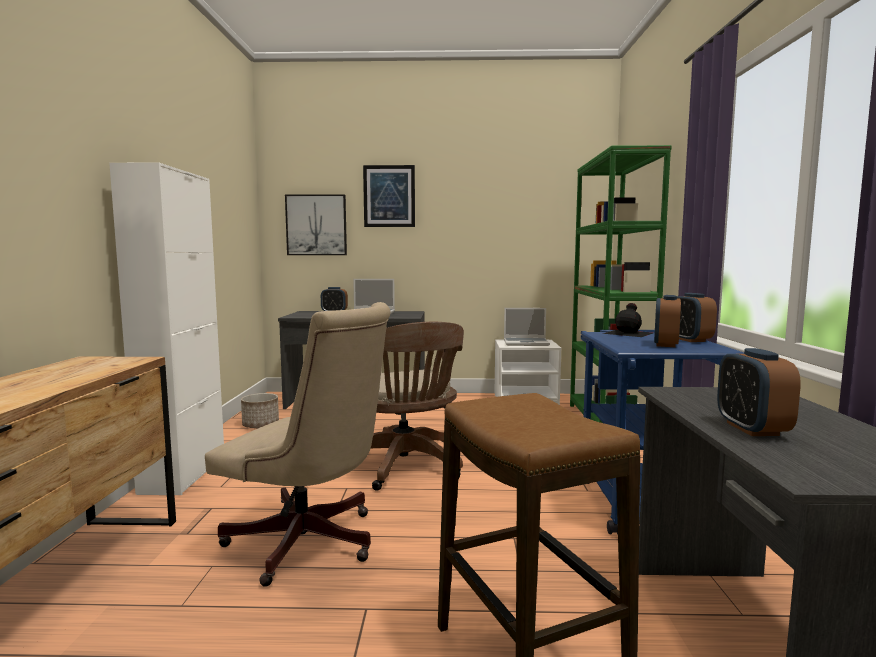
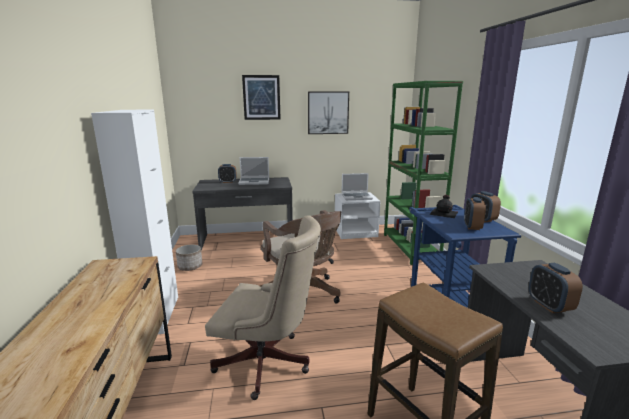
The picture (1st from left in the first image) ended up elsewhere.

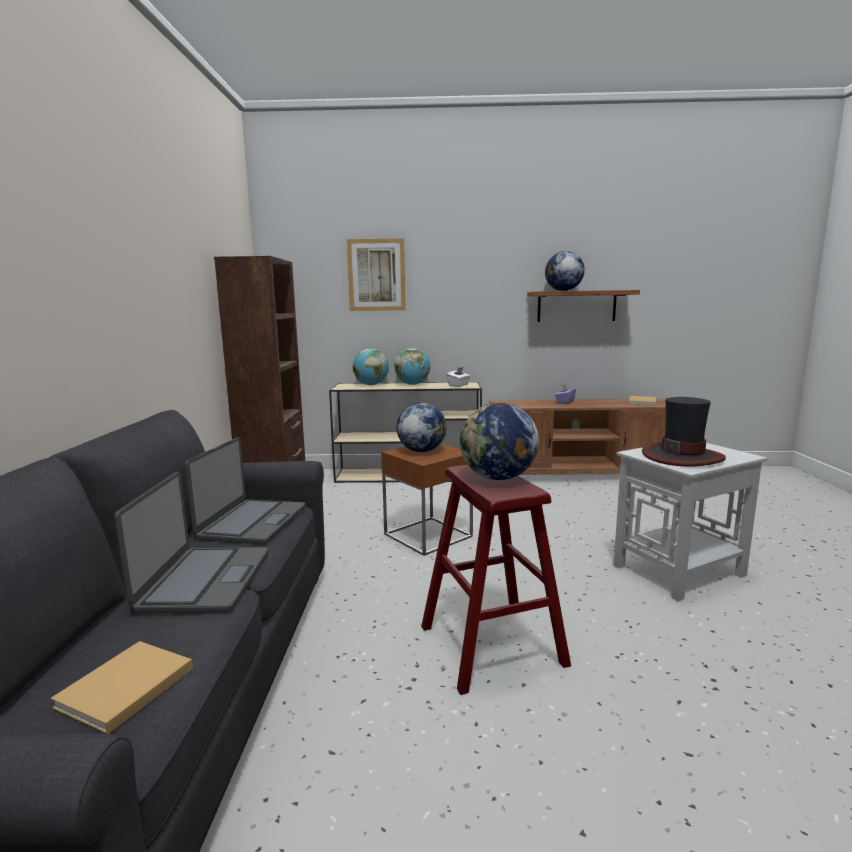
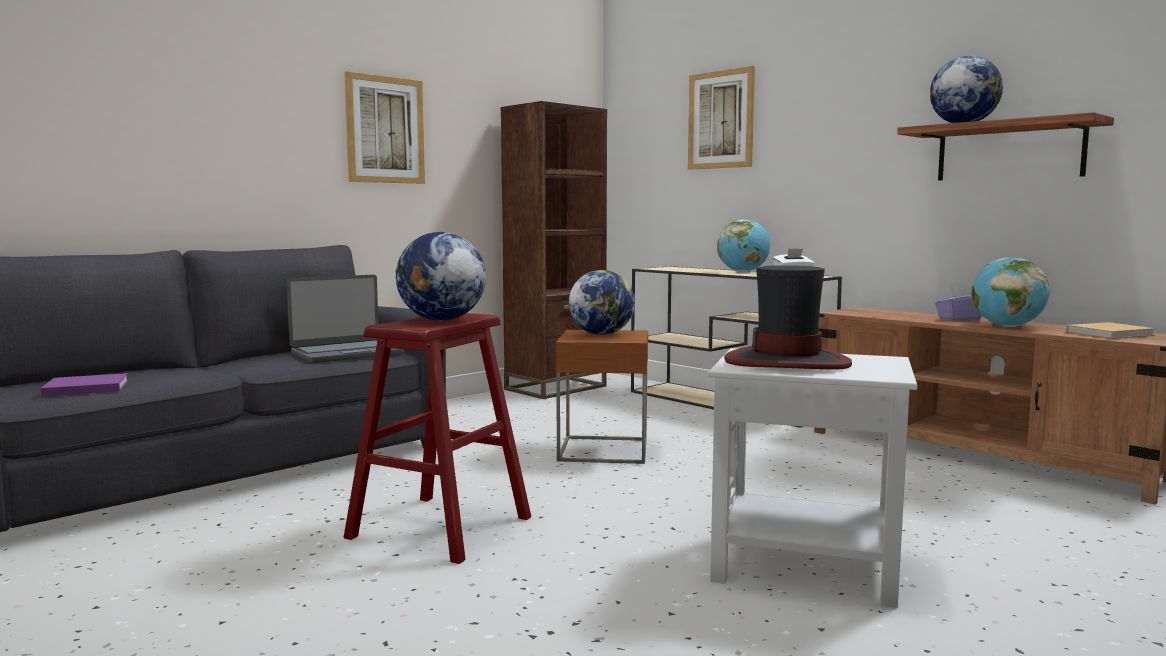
What was the book/beige (1st from left) turned into the book/purple. The second view gained the picture (1st from left). The globe (1st from left in the first image) ended up elsewhere. The second view lost the laptop (1st from left).

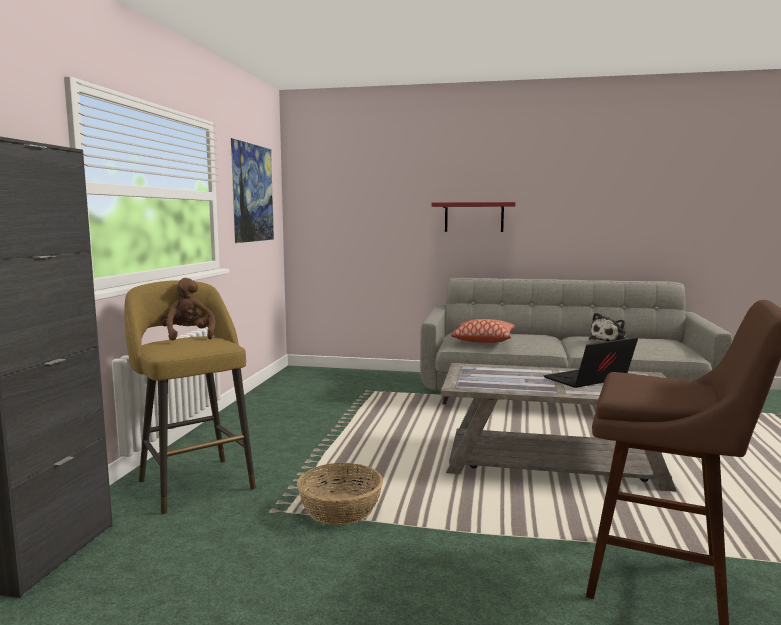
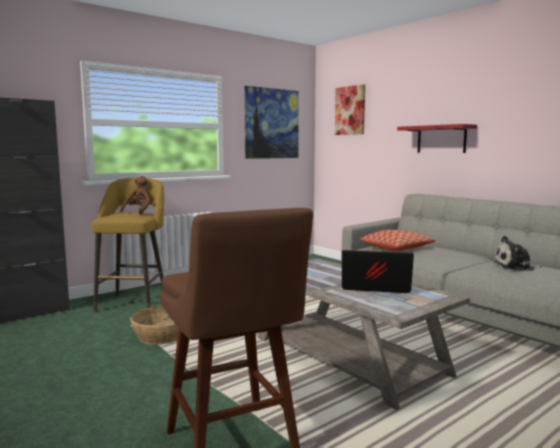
The second view gained the picture (2nd from left).

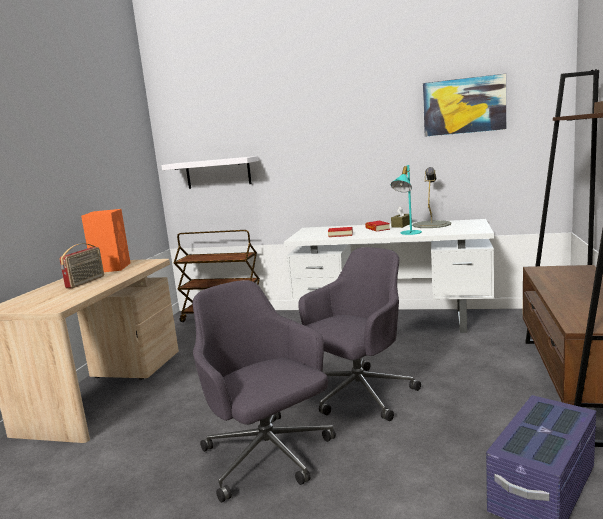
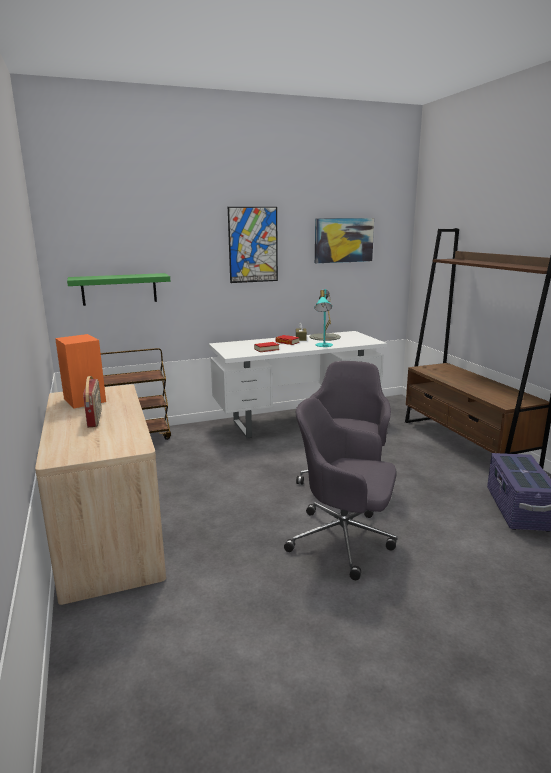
What was the shelf/white turned into the shelf/green. The second view gained the picture (1st from left).

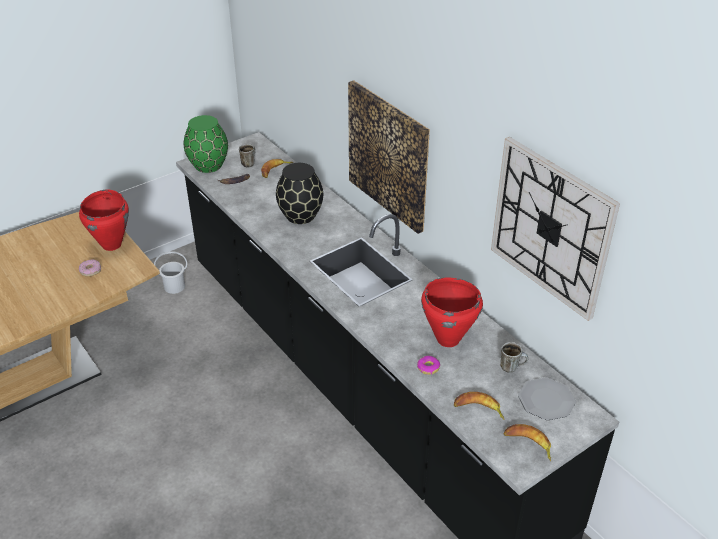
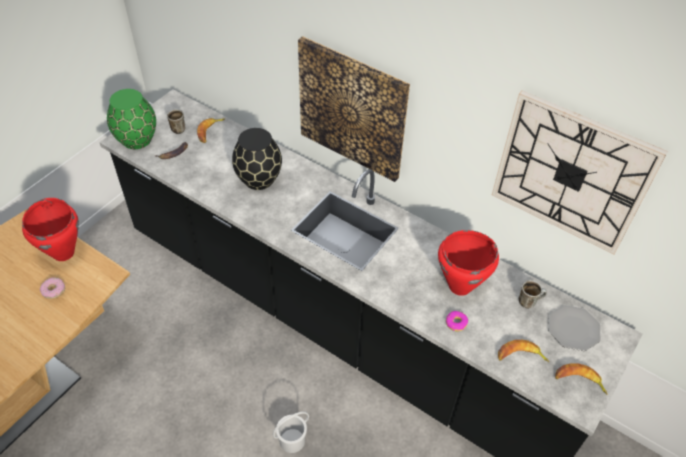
The bucket/white ended up elsewhere.

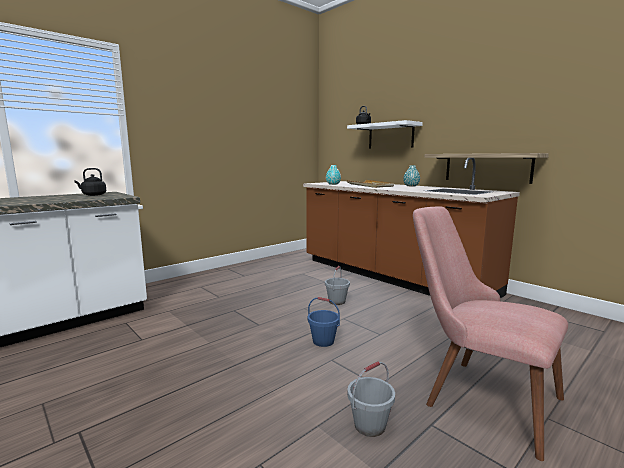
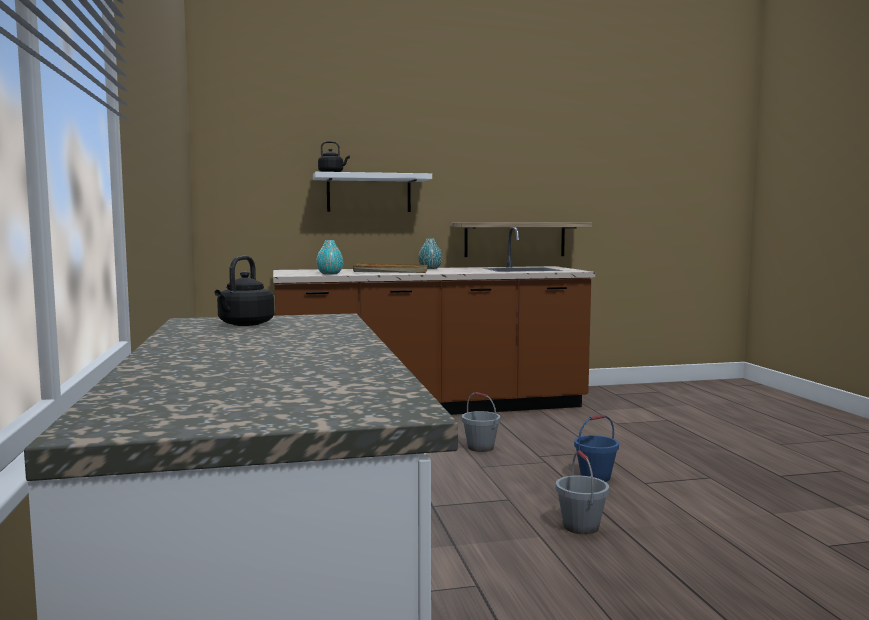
The bucket/grey (2nd from left) ended up elsewhere. The second view lost the chair/pink.

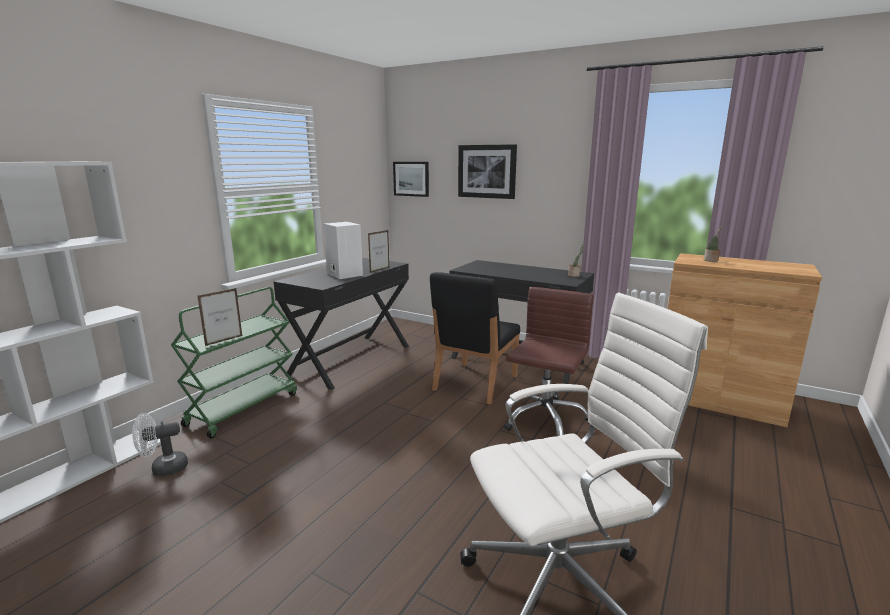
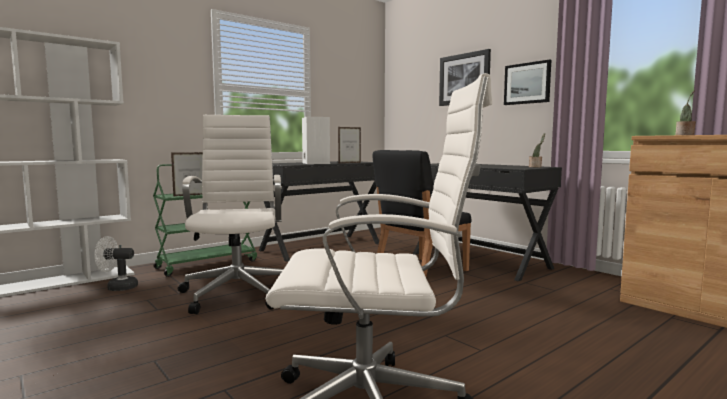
The second view gained the office chair/white (1st from left). The picture (1st from left in the first image) ended up elsewhere. The second view lost the office chair/brown.

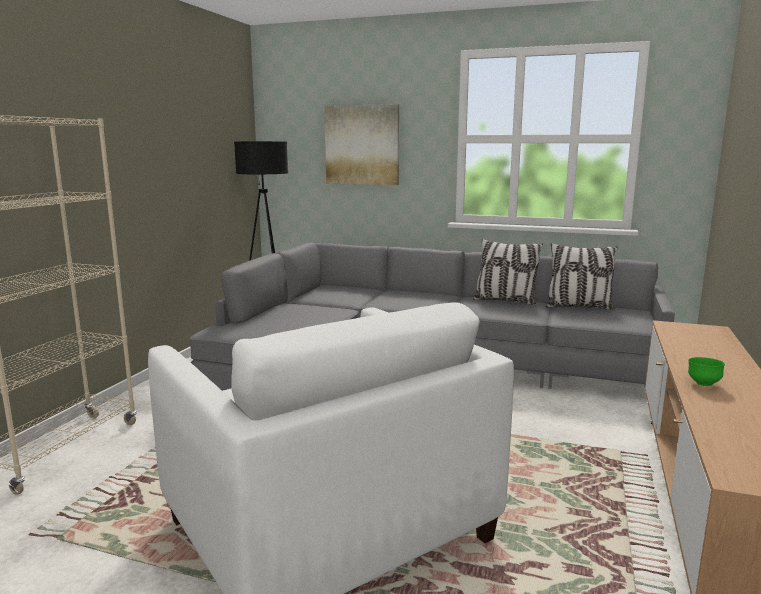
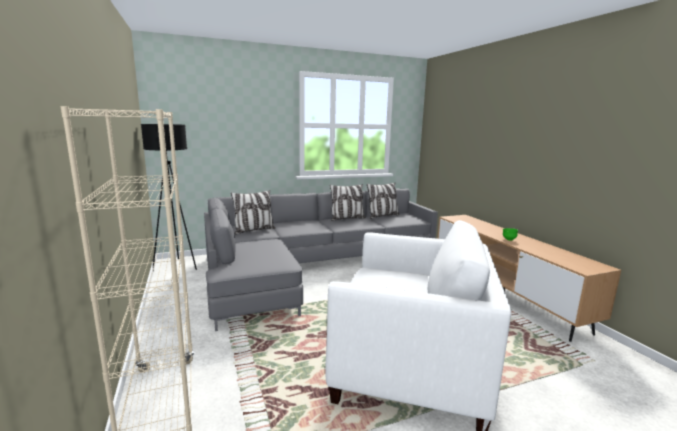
The second view gained the pillow (1st from left). The second view lost the picture.

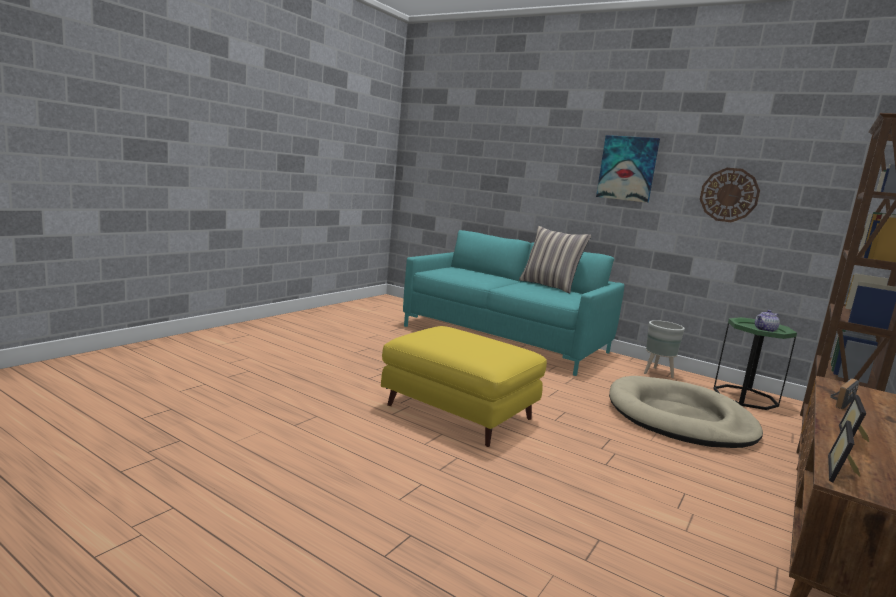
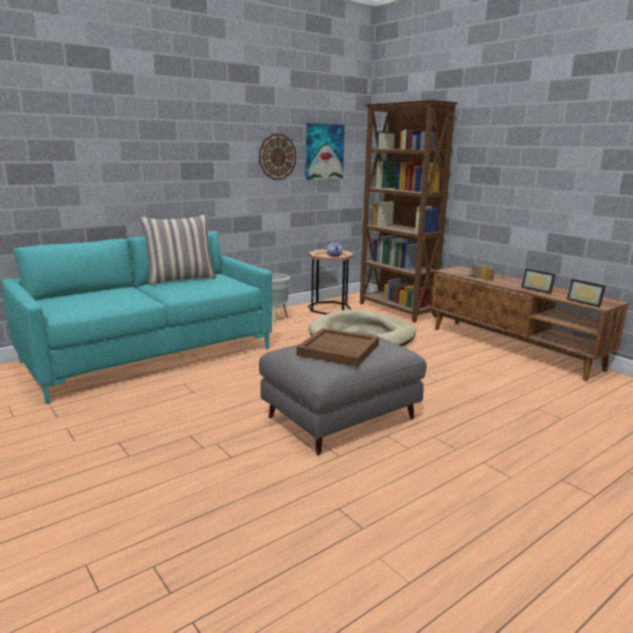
What was the ottoman/yellow turned into the ottoman/grey. The second view gained the tray/brown. The picture ended up elsewhere. What was the side table/green turned into the side table/brown.

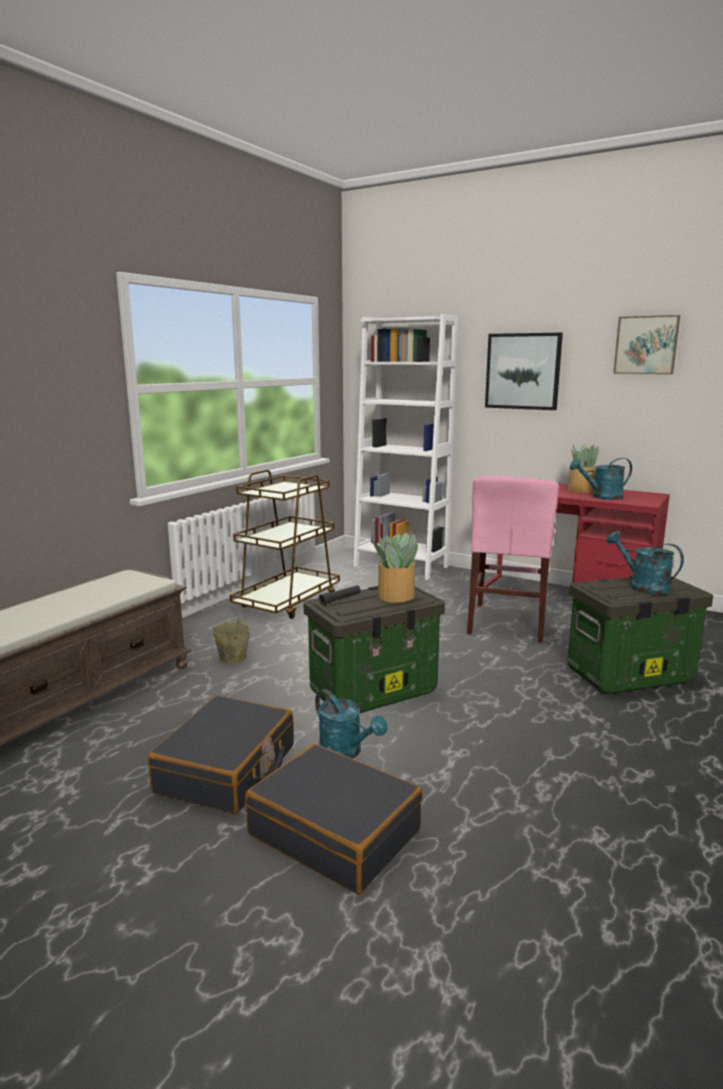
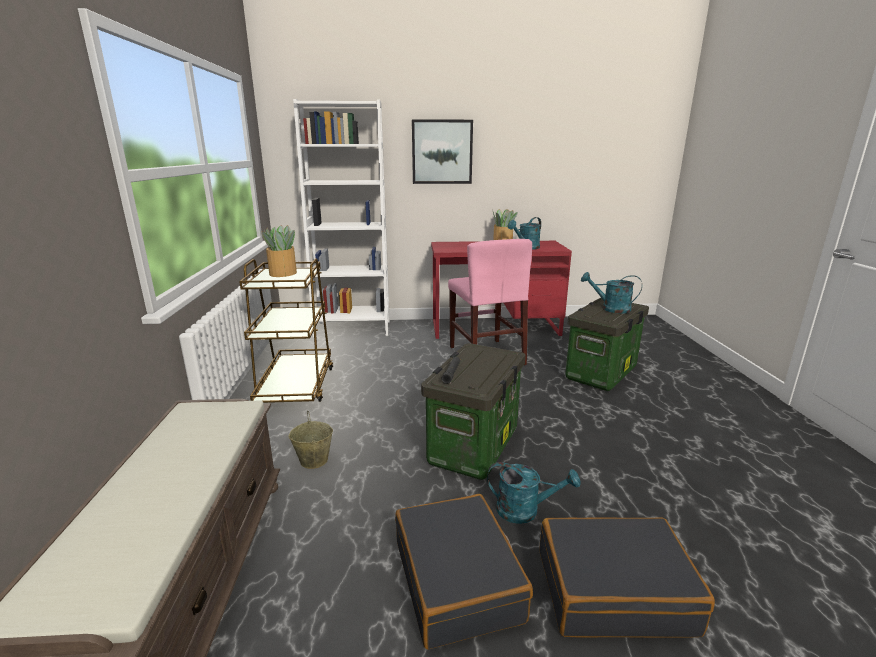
The potted plant (1st from left) ended up elsewhere. The second view lost the picture (2nd from left).

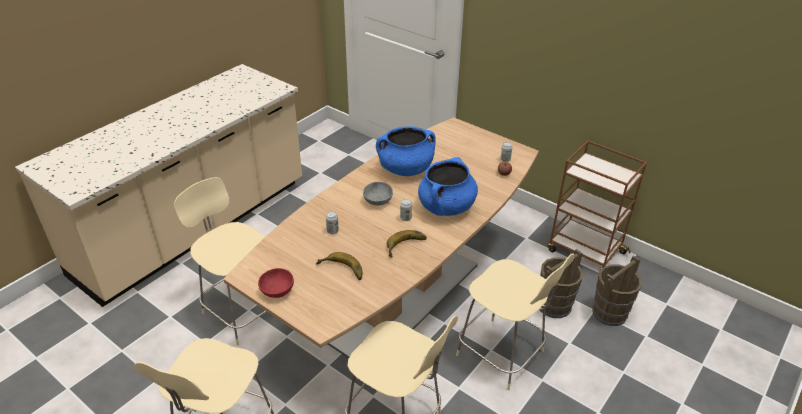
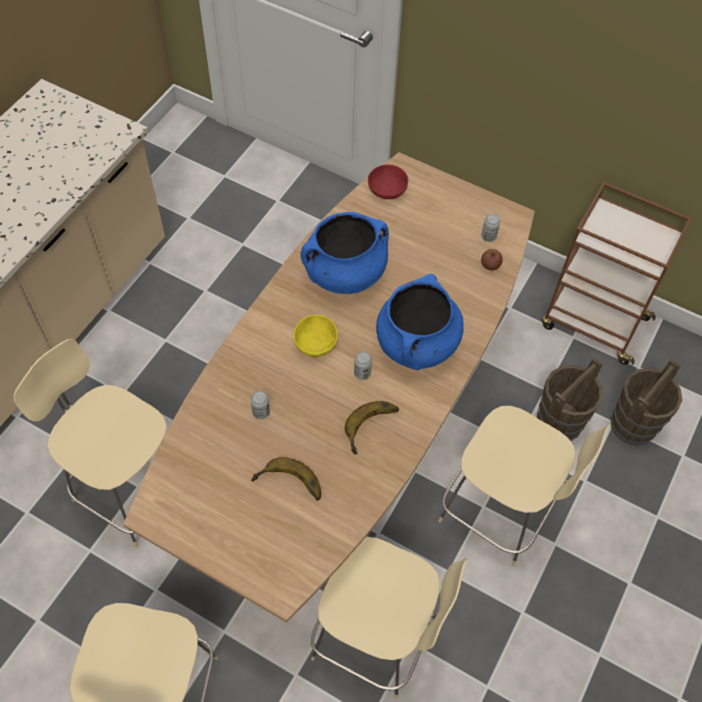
What was the bowl/grey turned into the bowl/yellow. The bowl/red ended up elsewhere.

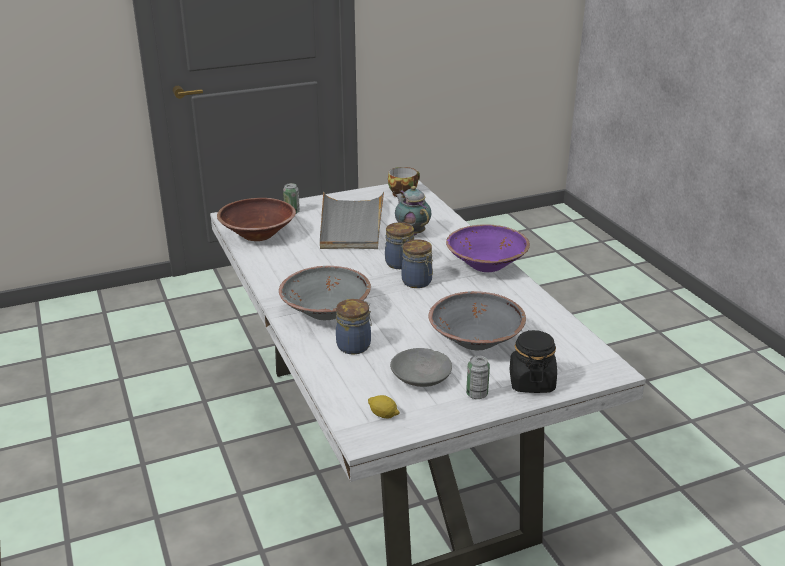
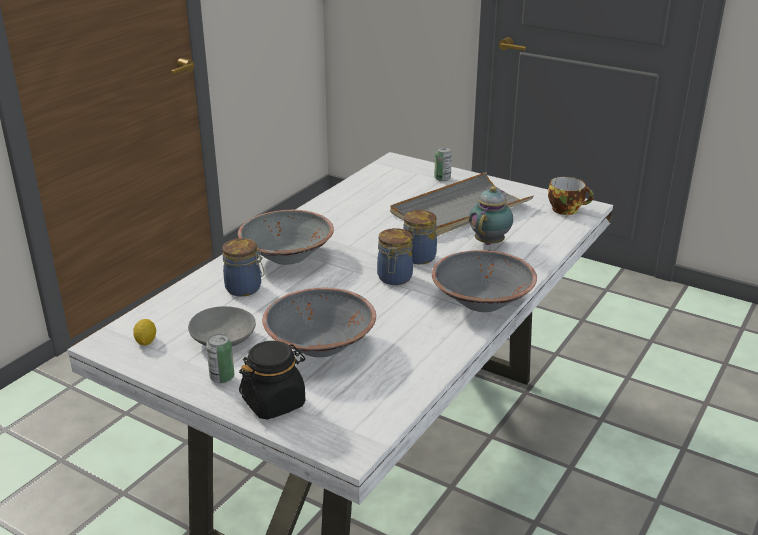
What was the bowl/purple turned into the bowl/grey (4th from left). The second view lost the bowl/brown.

